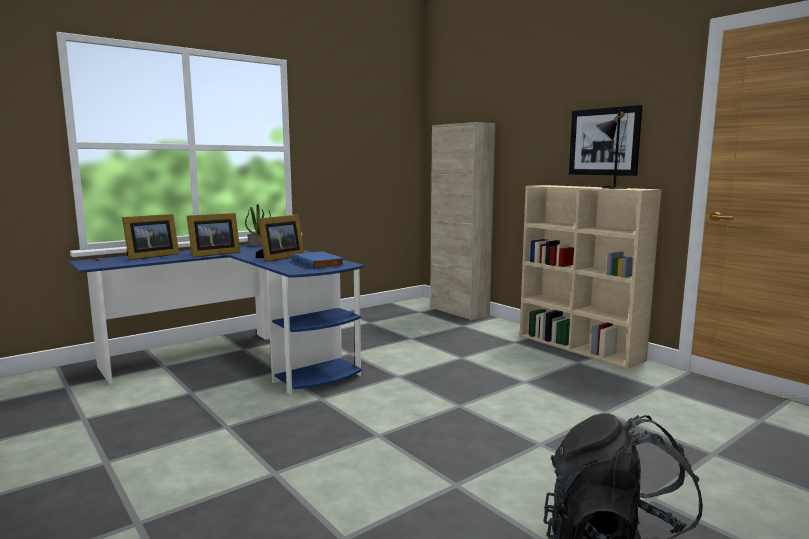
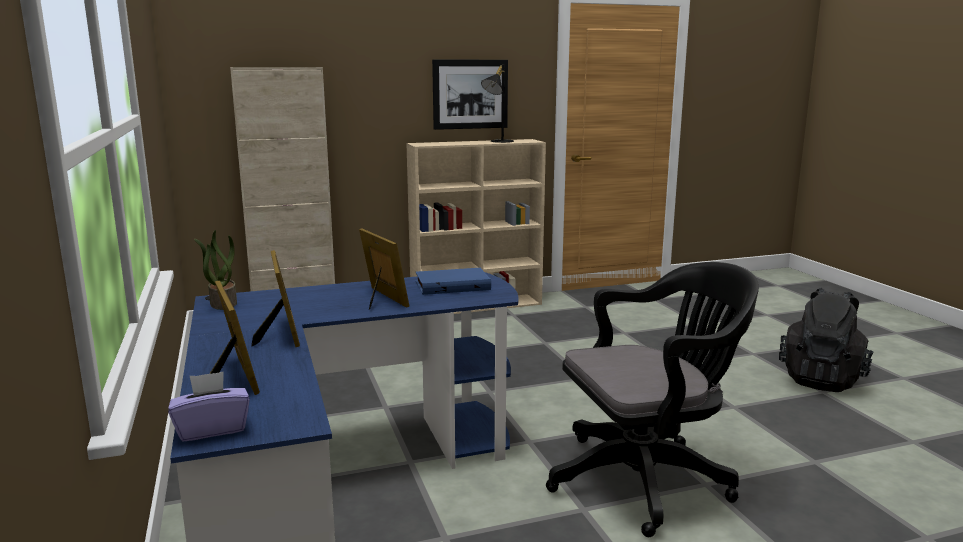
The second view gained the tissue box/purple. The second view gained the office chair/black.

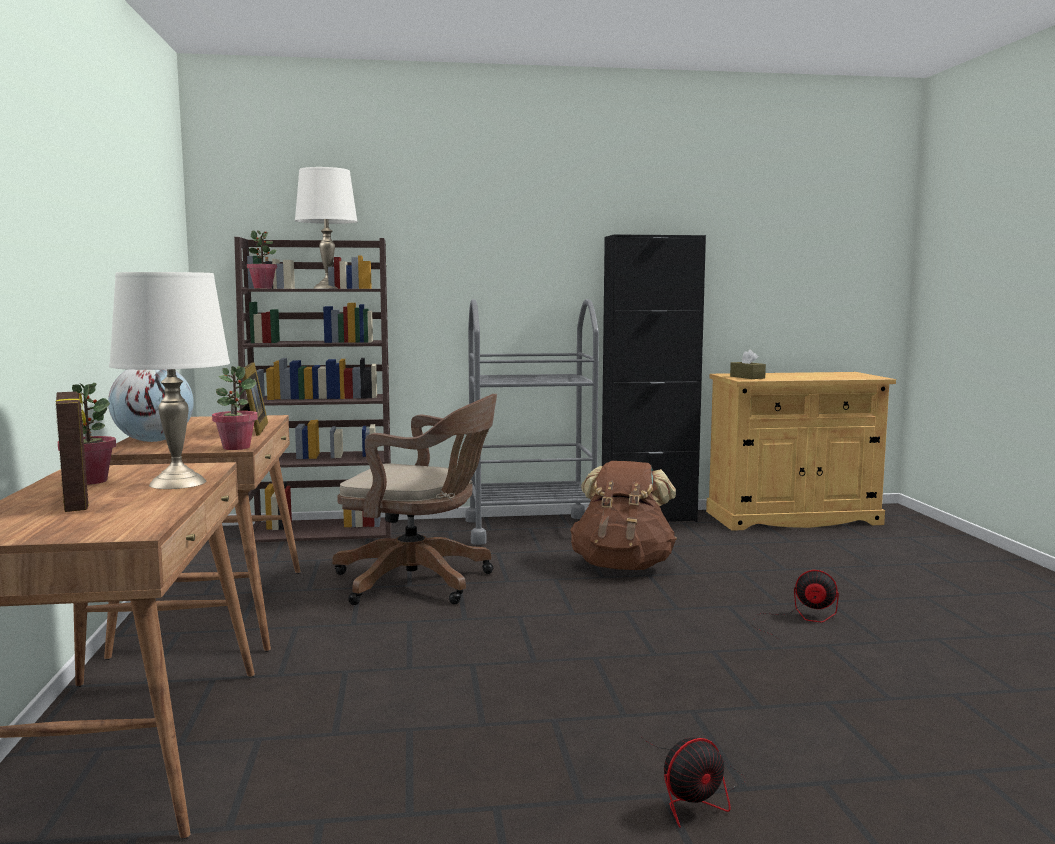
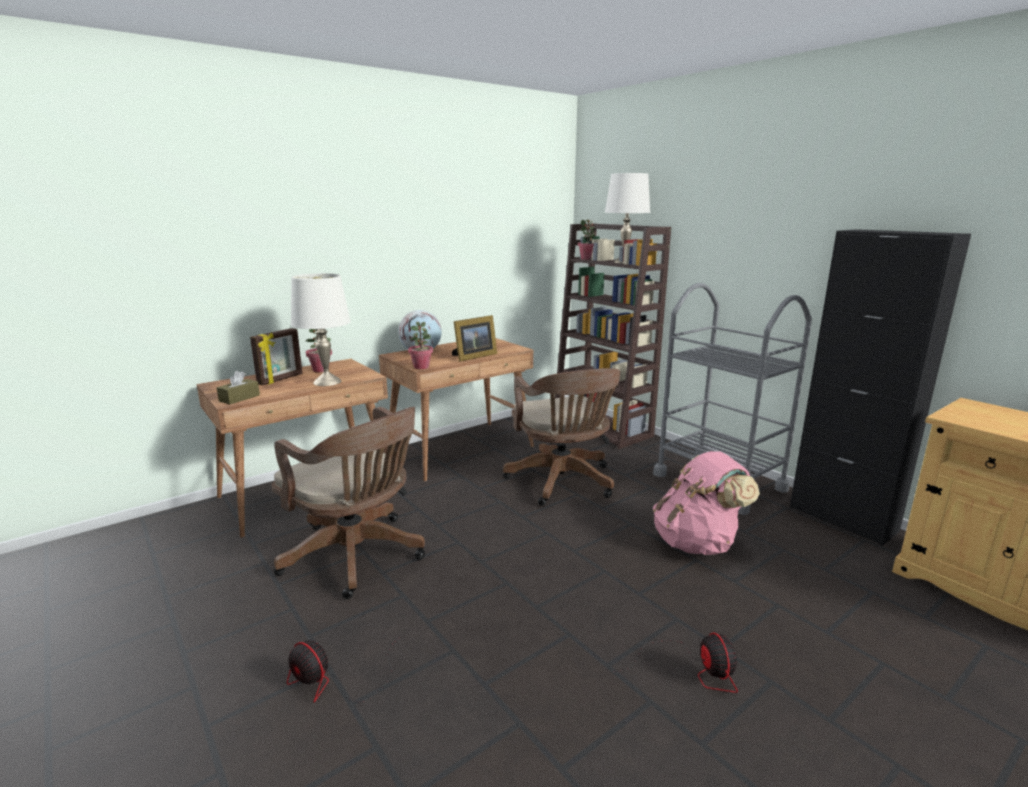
The tissue box/brown ended up elsewhere. The second view gained the office chair/brown (1st from left). What was the backpack/brown turned into the backpack/pink.

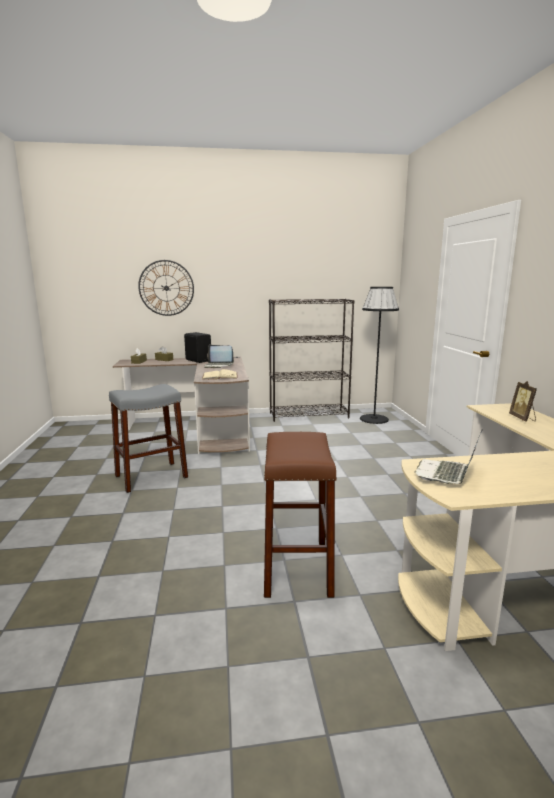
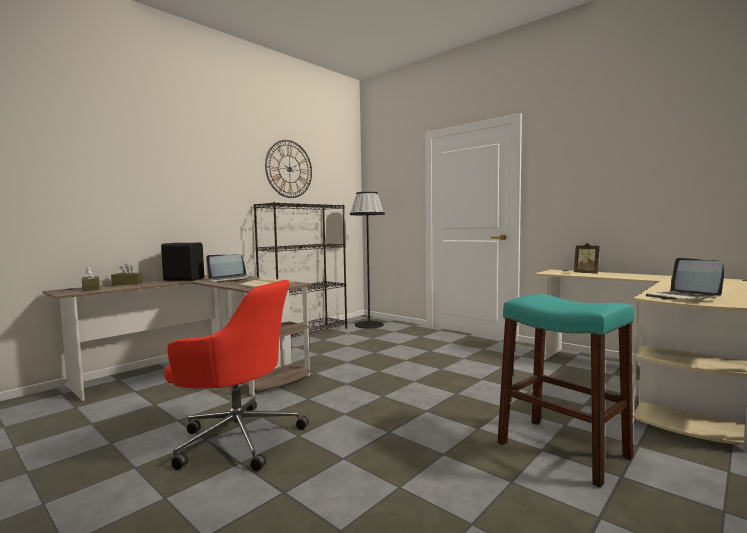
Where the stool/grey stood, the office chair/red came to stand. The wall clock ended up elsewhere. What was the stool/brown turned into the stool/turquoise.

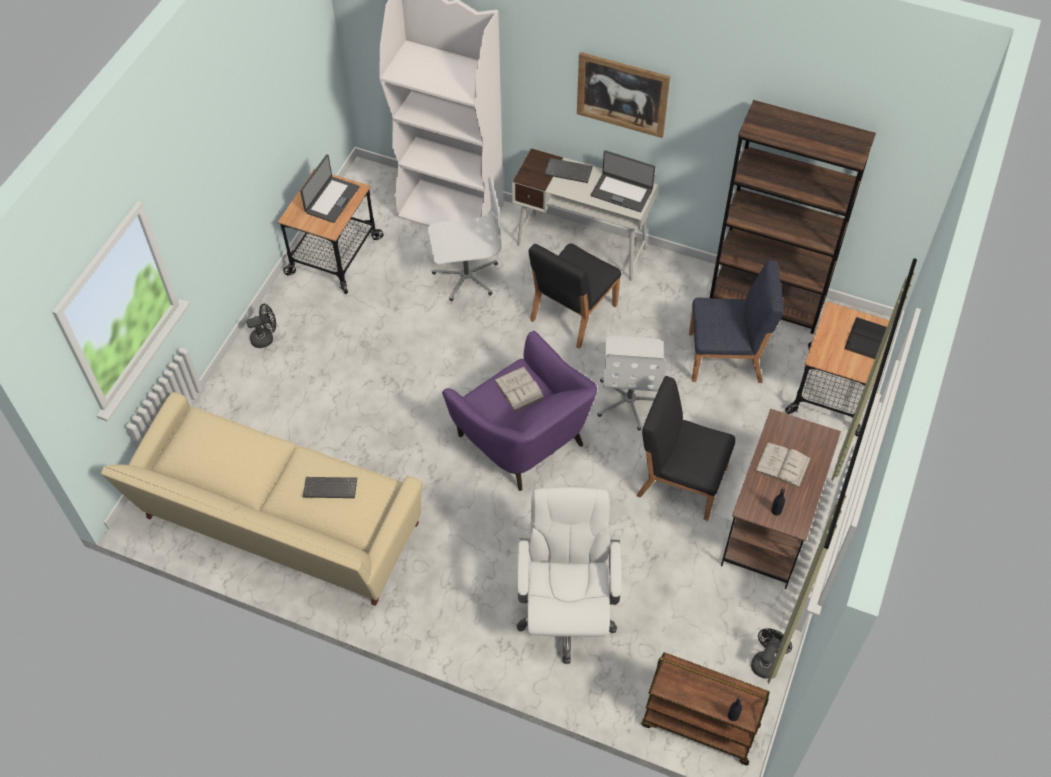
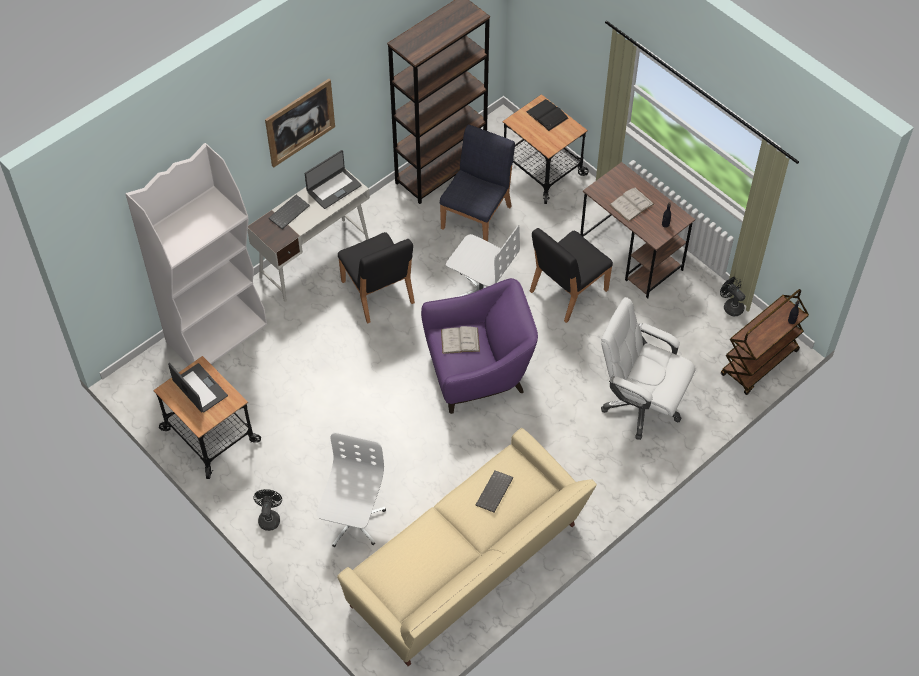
The office chair/white (1st from left) ended up elsewhere.

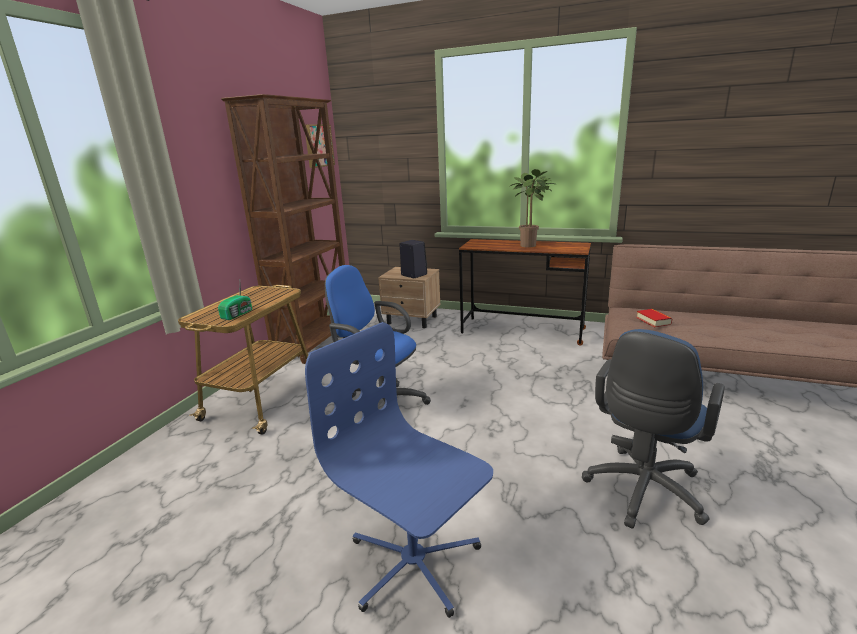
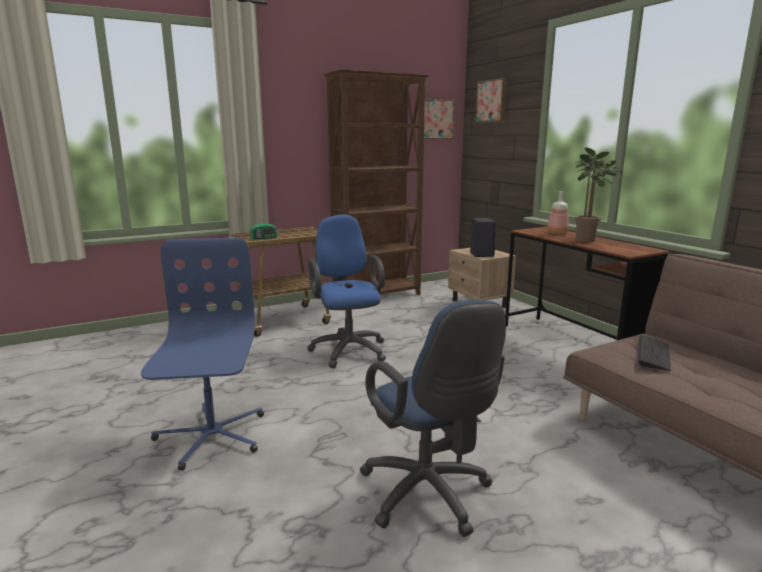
The office chair/blue (3rd from left) ended up facing another way, 105 degrees counterclockwise from before. The second view gained the picture (2nd from left). The second view gained the bottle. Where the book stood, the keyboard came to stand.

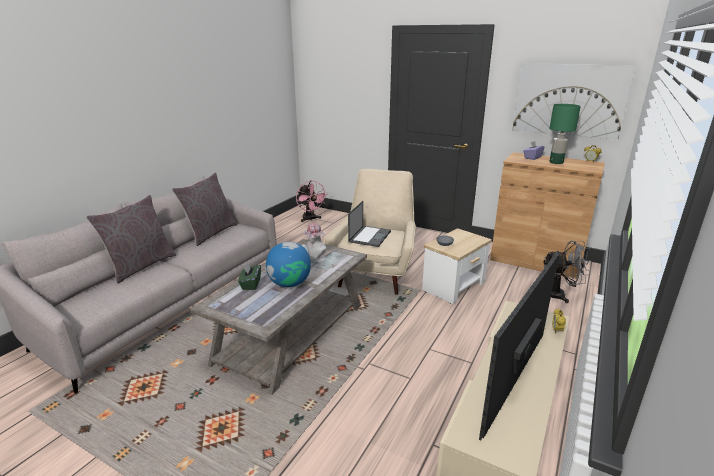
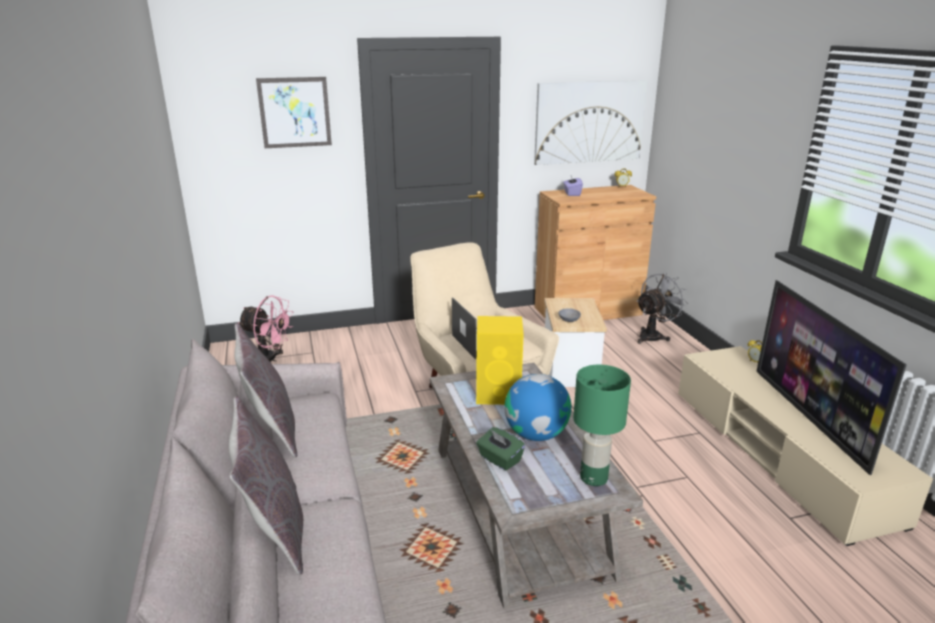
The second view gained the picture (1st from left). Where the hat stood, the speaker/yellow came to stand. The table lamp/green ended up elsewhere.

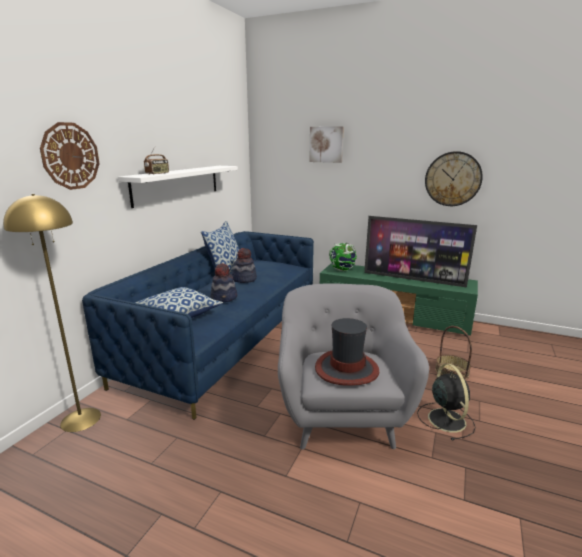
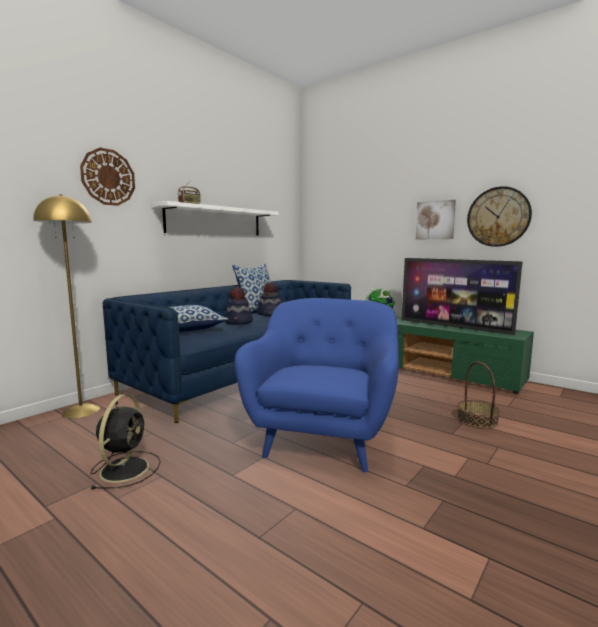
The fan/black ended up elsewhere. What was the armchair/grey turned into the armchair/blue. The picture ended up elsewhere. The second view lost the hat (3rd from left).

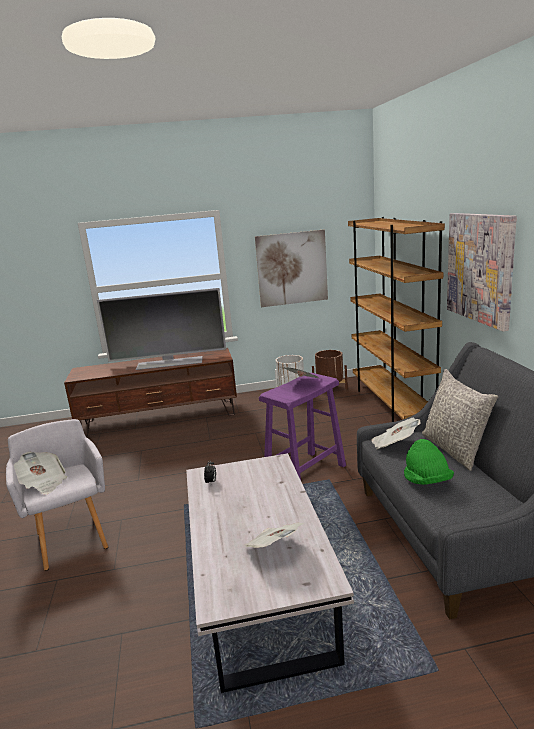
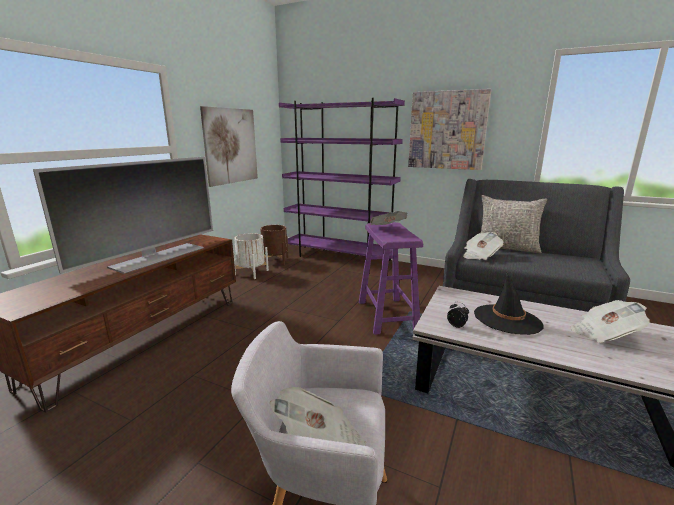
What was the bookcase/brown turned into the bookcase/purple. The second view gained the hat/black. The second view lost the hat/green.

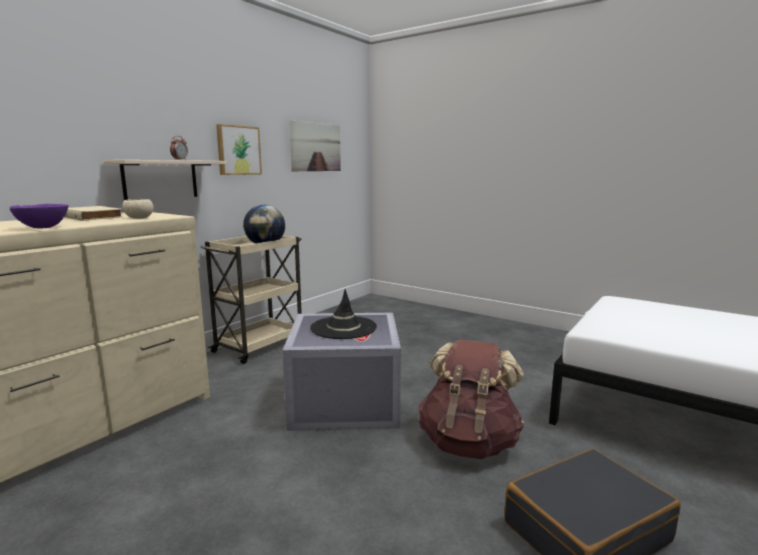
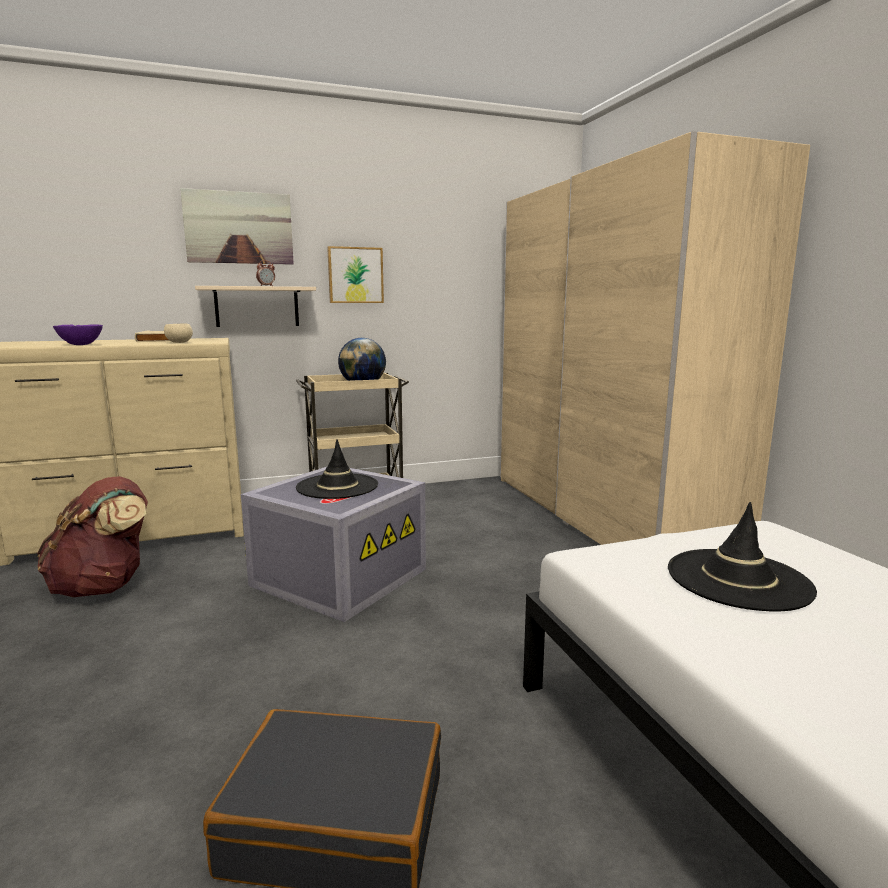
The backpack/brown ended up elsewhere. The picture (2nd from left in the first image) ended up elsewhere. The second view gained the wardrobe/beige. The second view gained the hat/black (2nd from left).

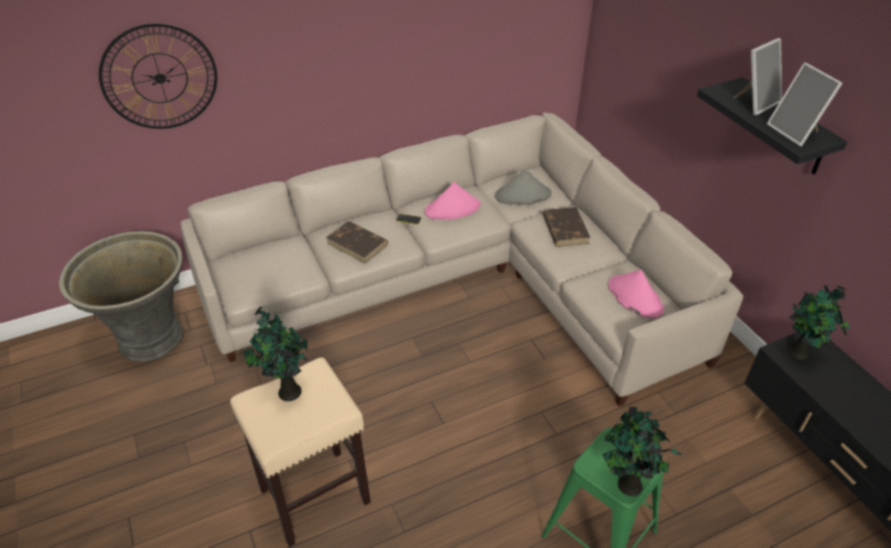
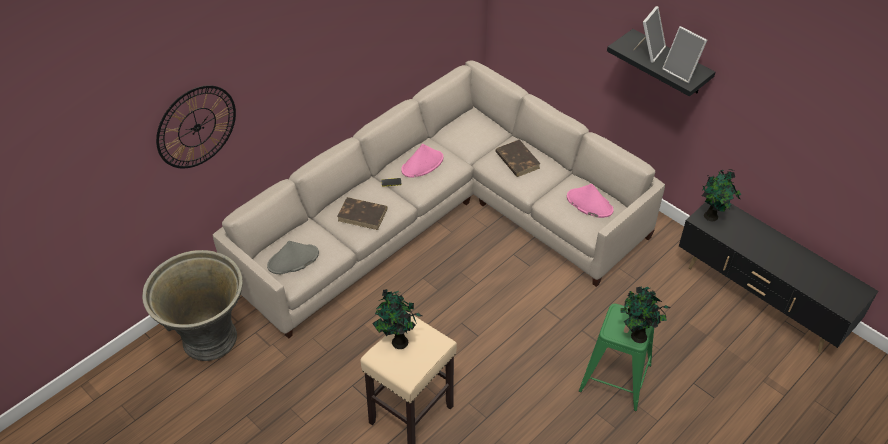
The hat/grey ended up elsewhere.

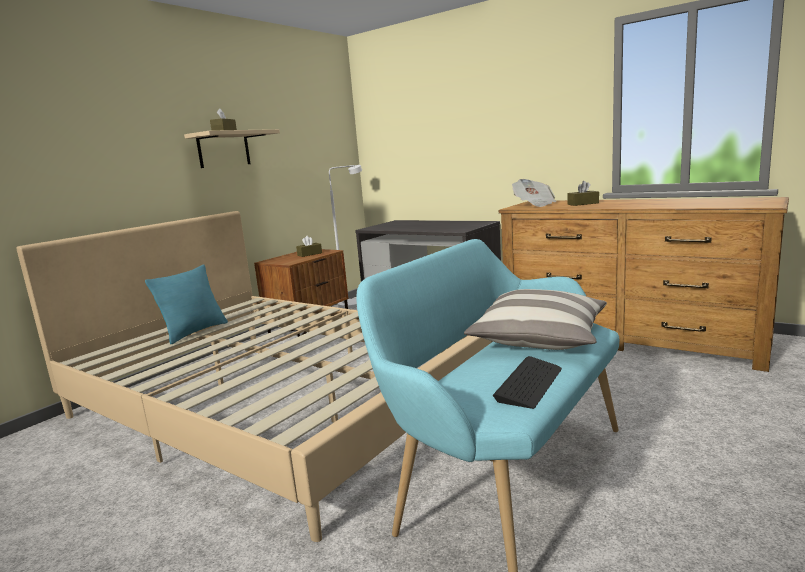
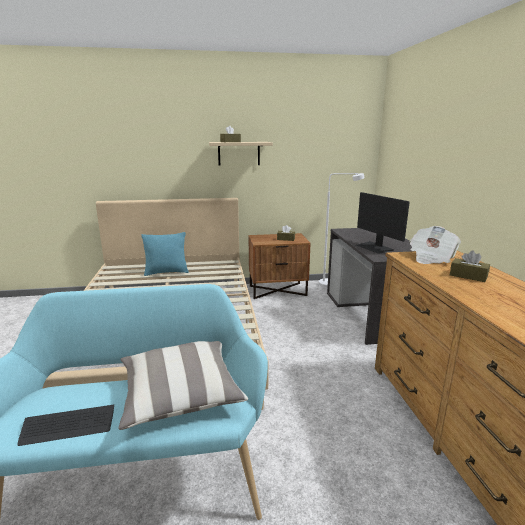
The second view gained the monitor.

